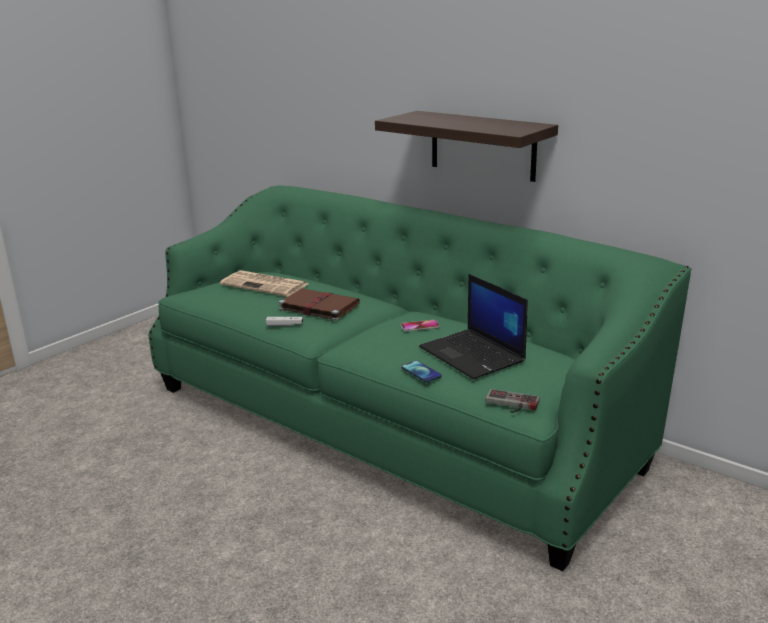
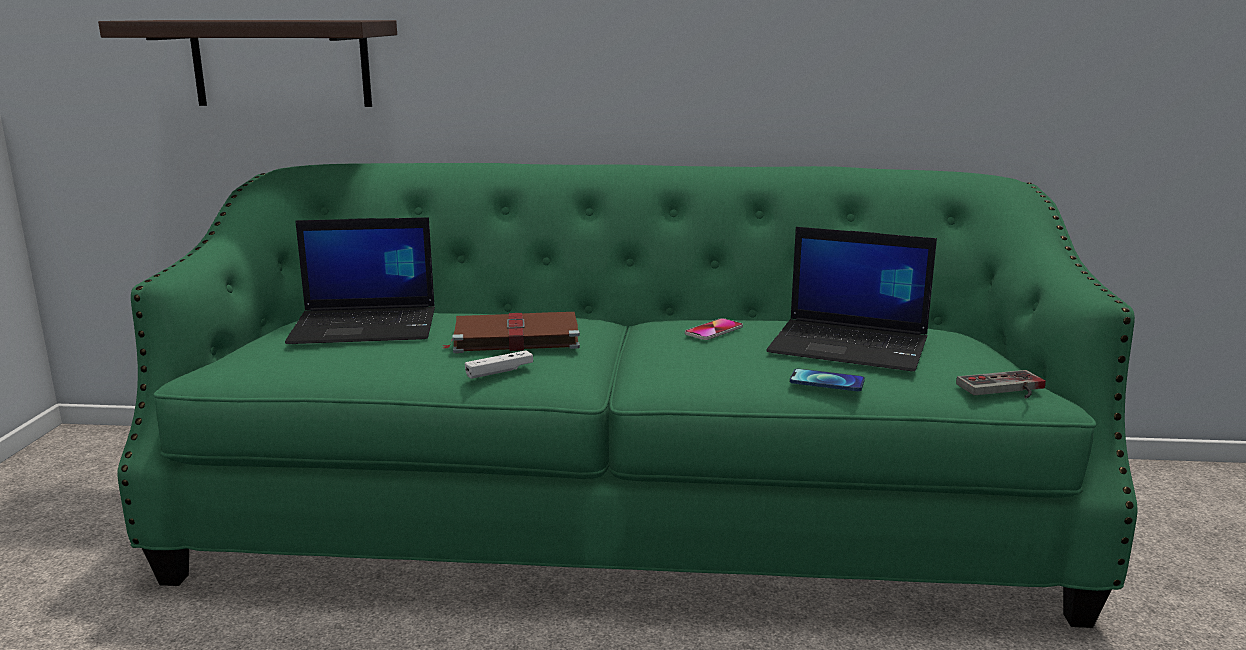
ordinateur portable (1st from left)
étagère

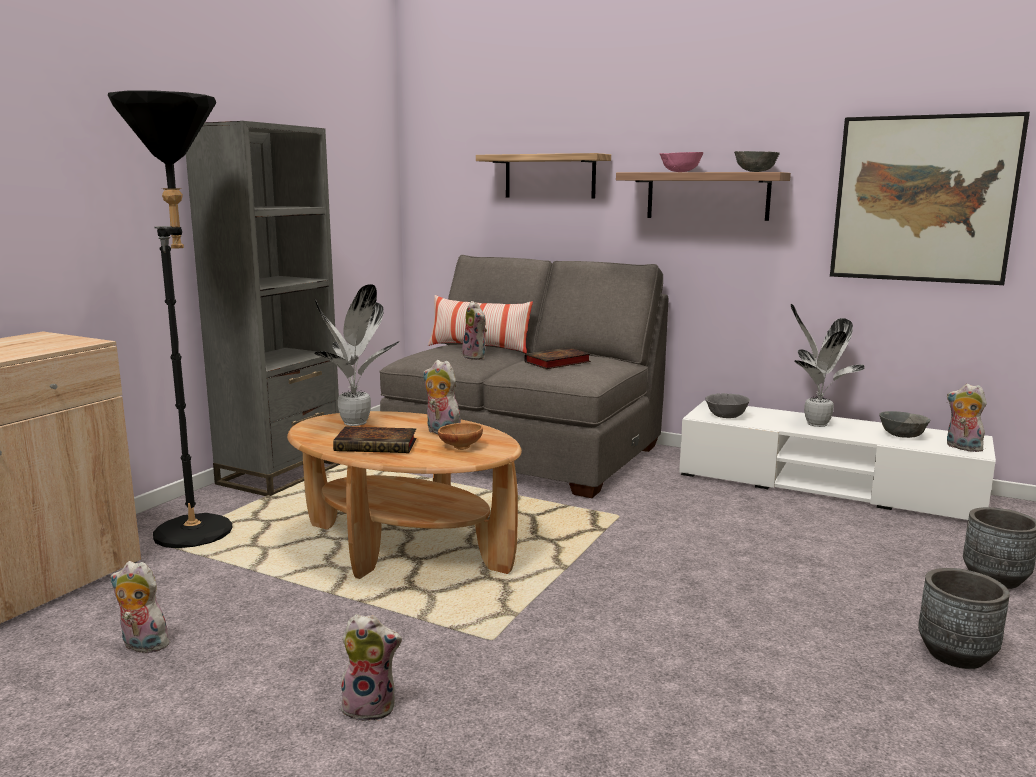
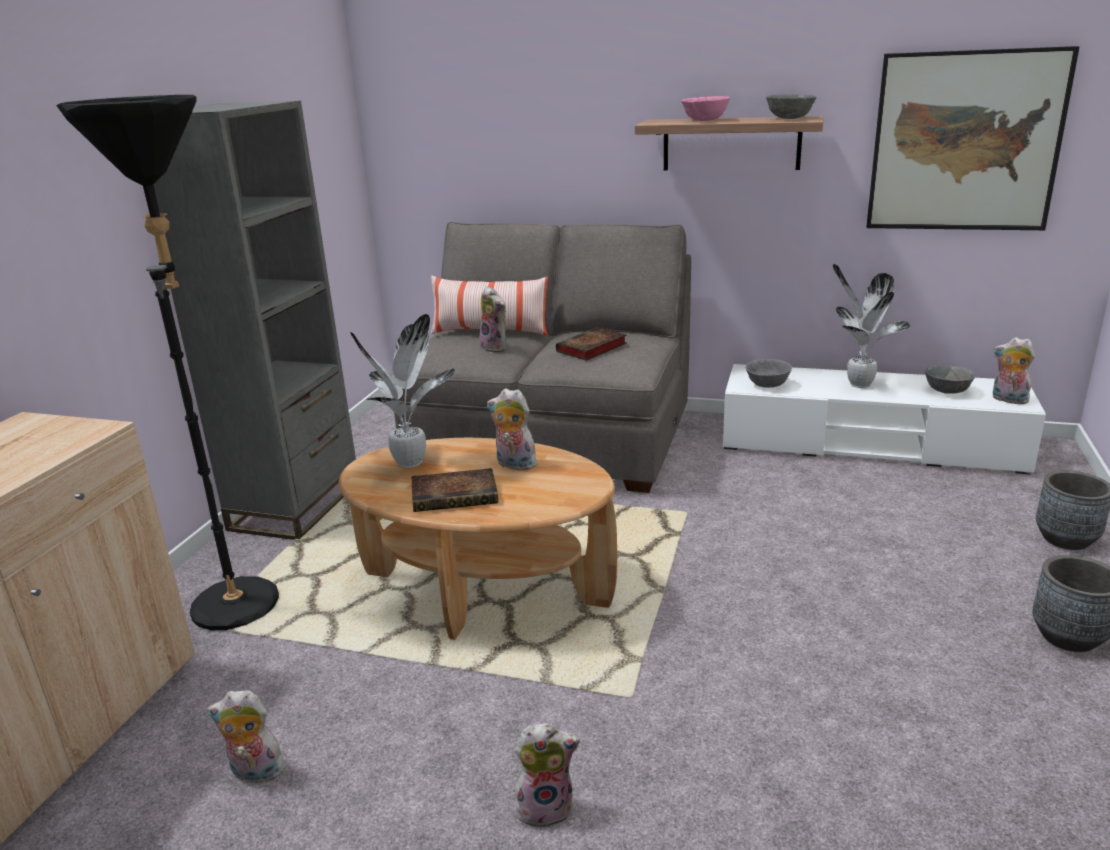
bol (marron)
étagère (1st from left in the first image)

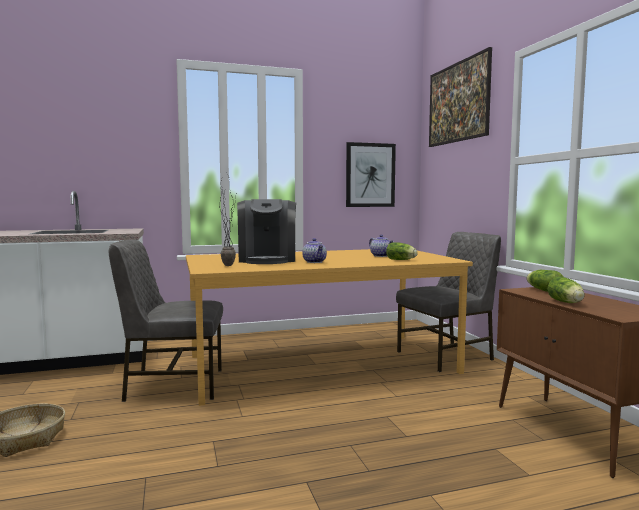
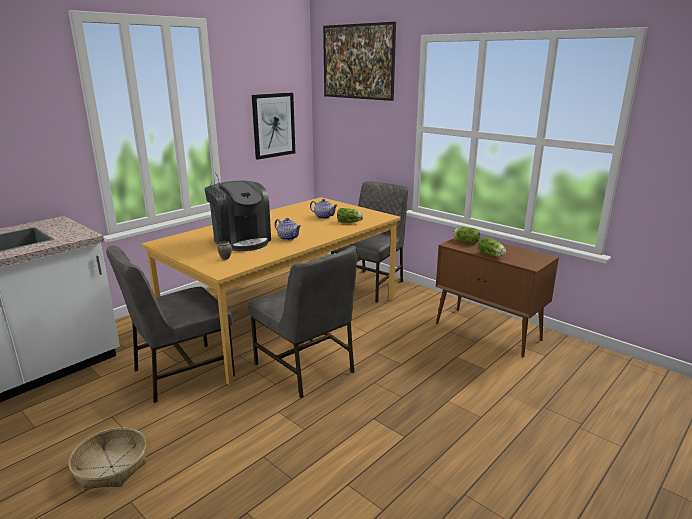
chaise (gris) (2nd from left)

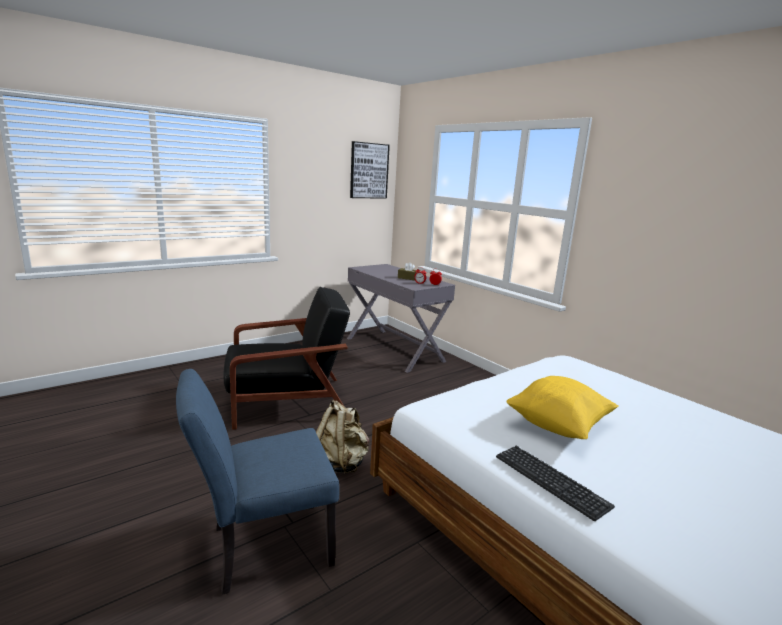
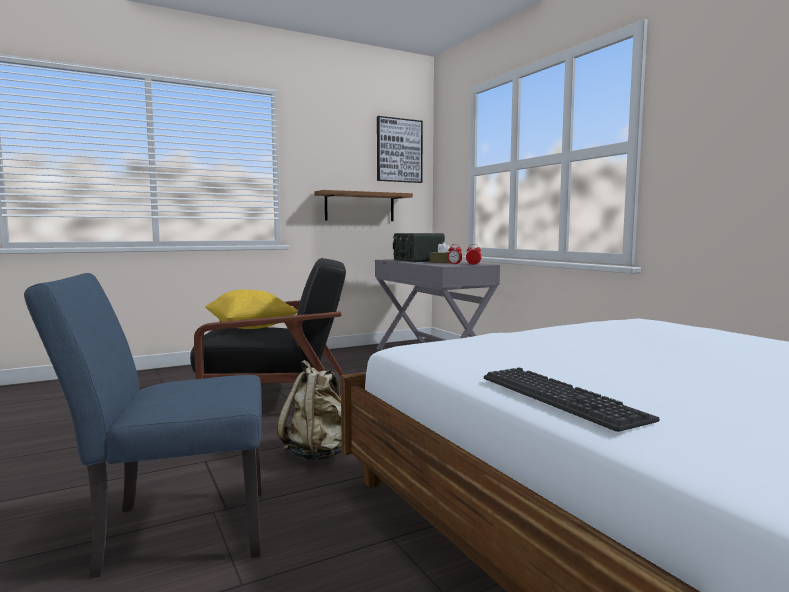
coussin (jaune)
étagère
radio

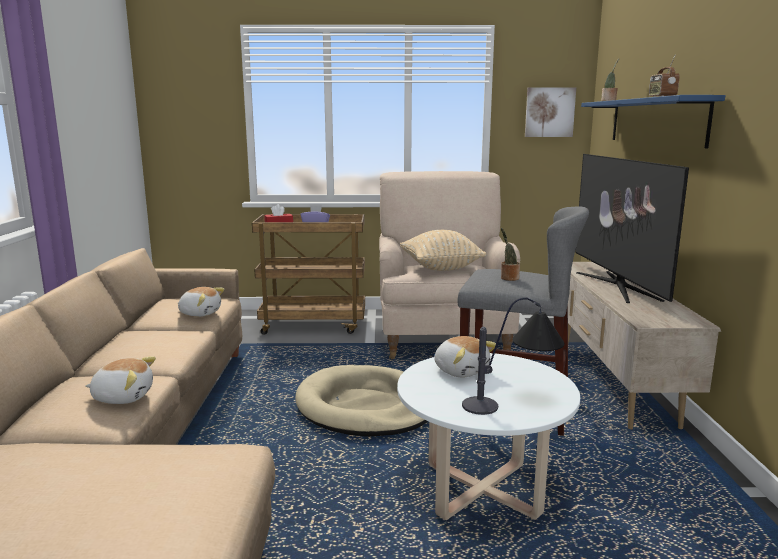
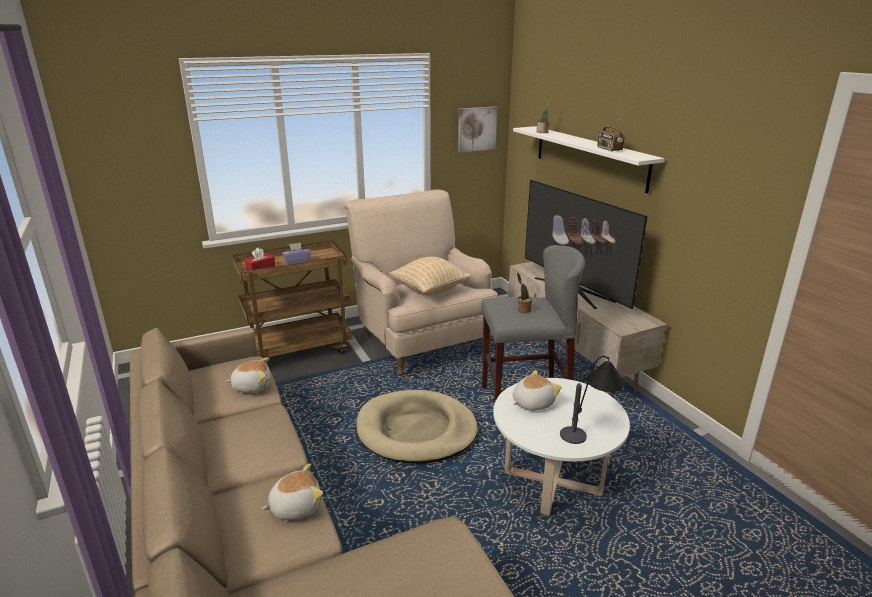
peluche (3rd from left)
étagère (blanc)

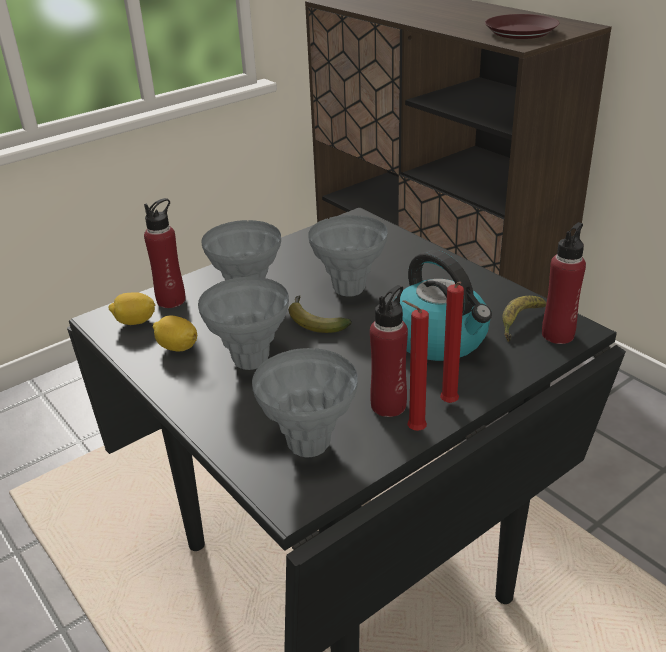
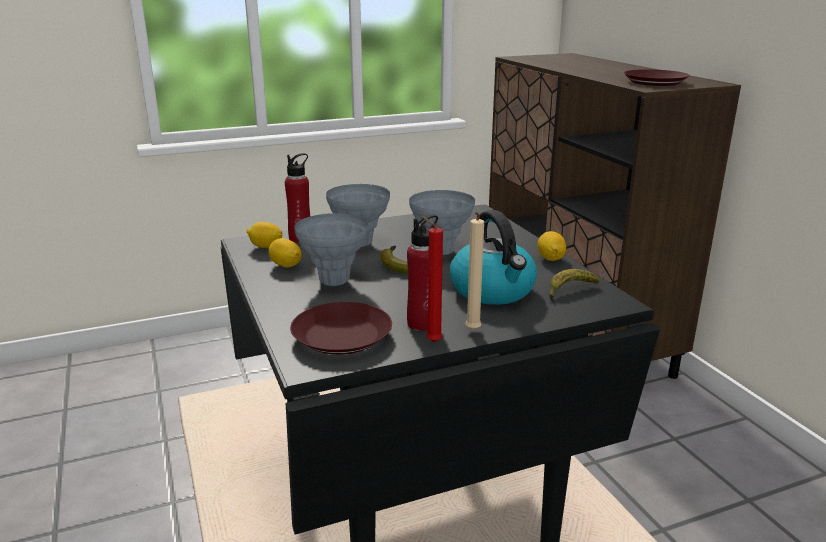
assiette (marron) (1st from left)
bougie (beige)
bouteille (rouge) (3rd from left in the first image)
citron (3rd from left)

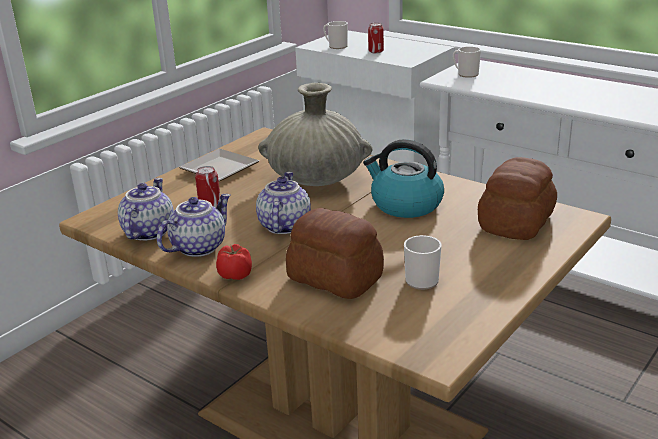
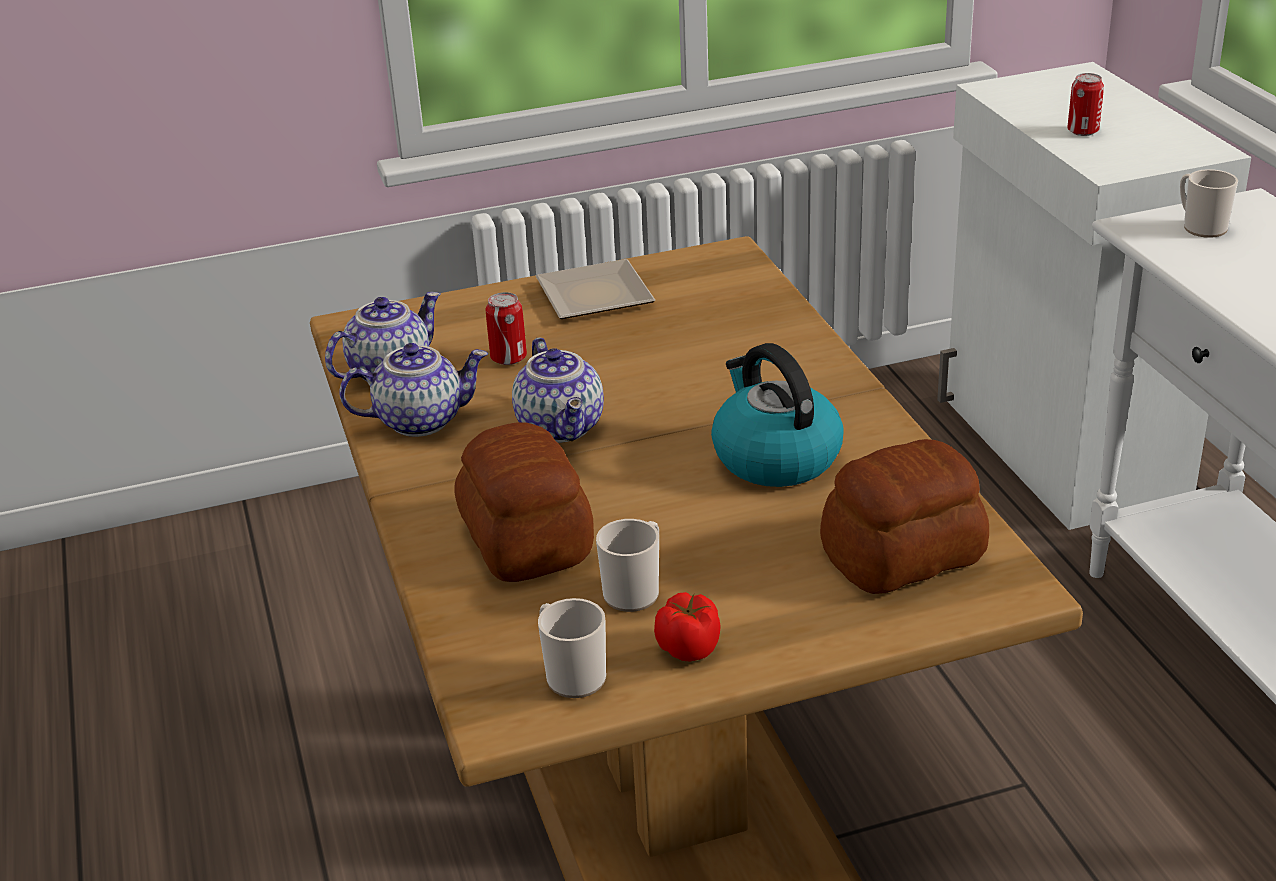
tomate
théière (3rd from left)
vase (beige)
mug (1st from left)

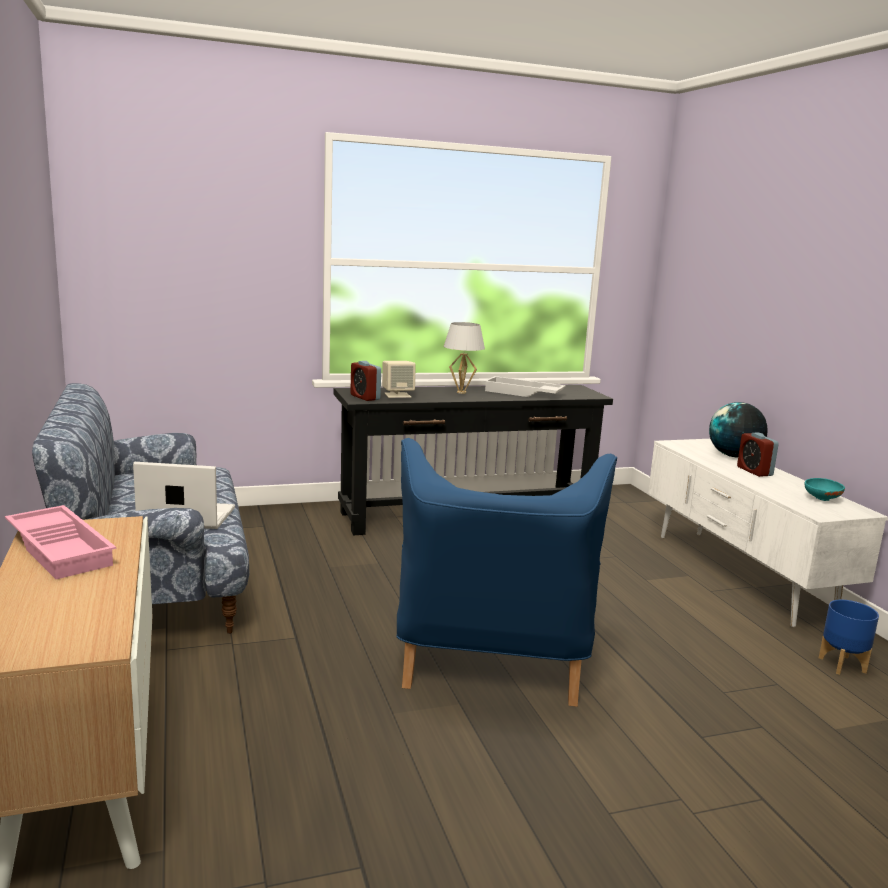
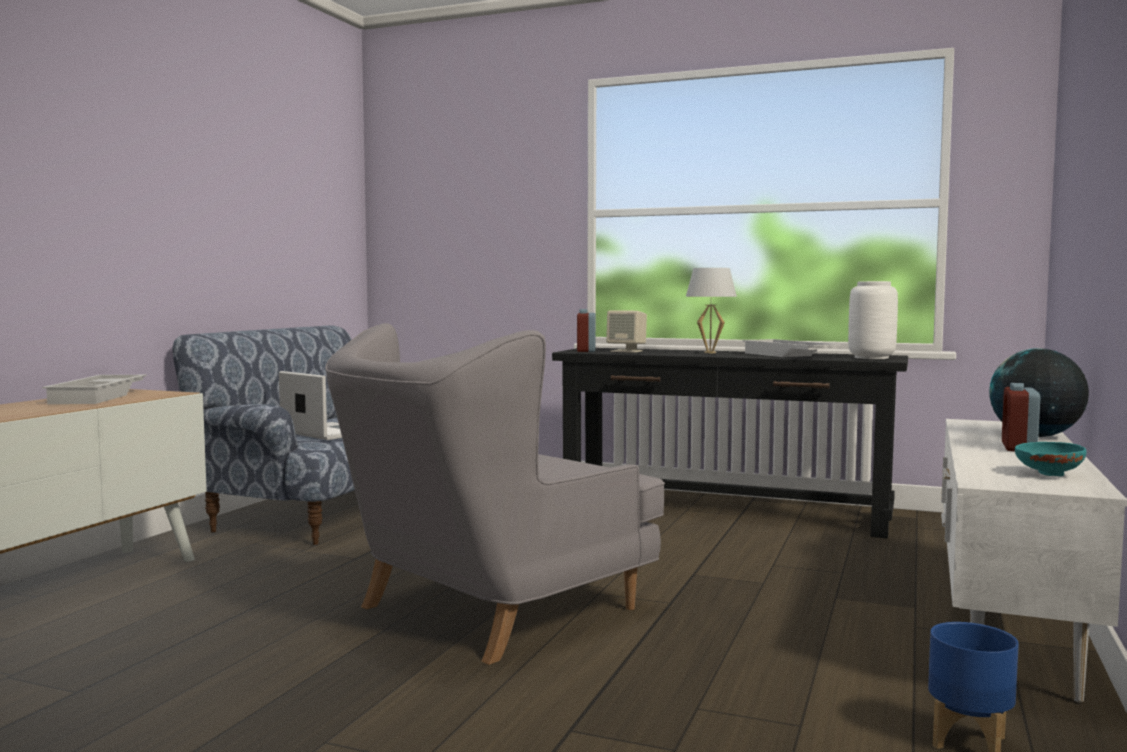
plateau (blanc) (1st from left)
fauteuil (gris)
vase (blanc)

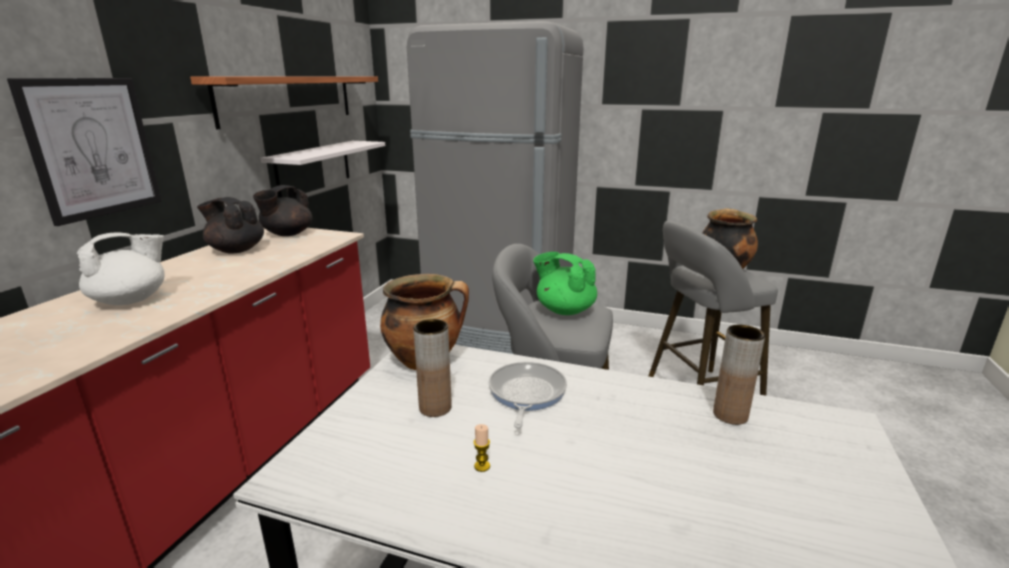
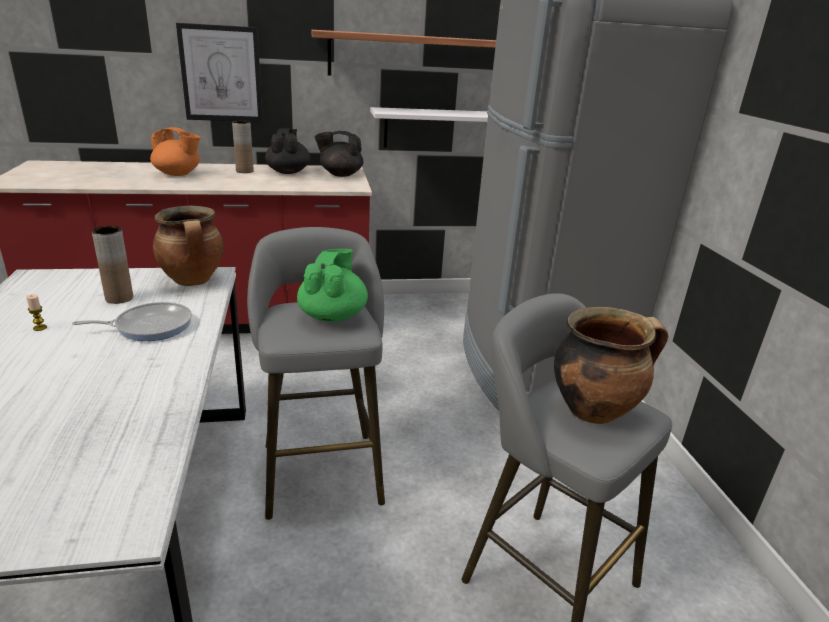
théière (orange)
vase (marron) (2nd from left)

